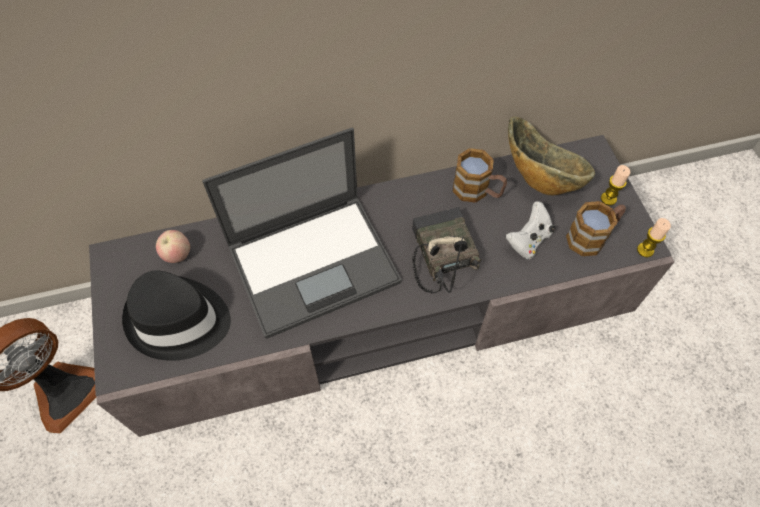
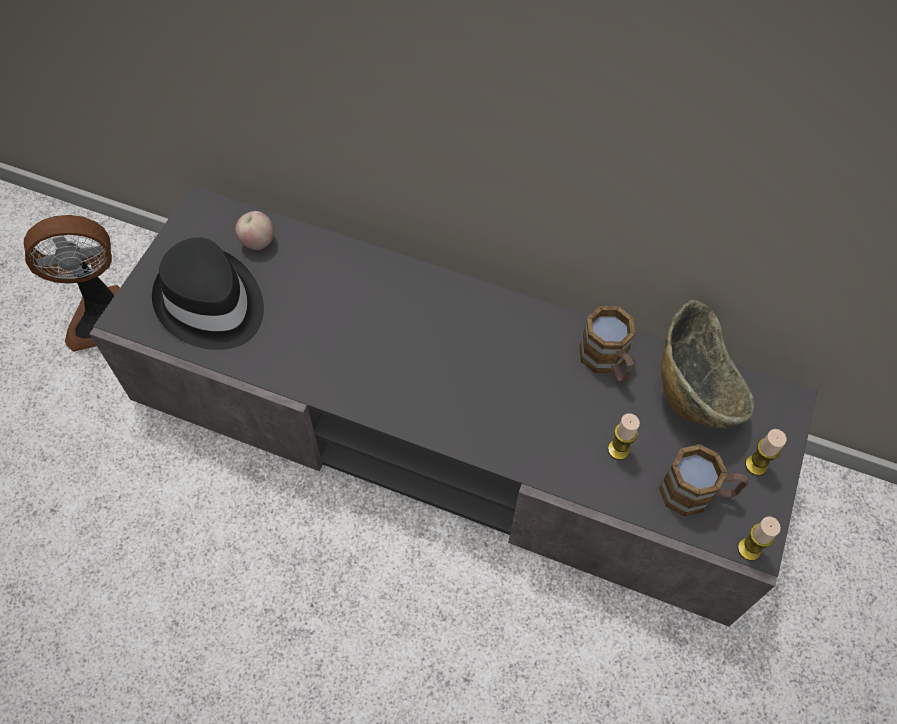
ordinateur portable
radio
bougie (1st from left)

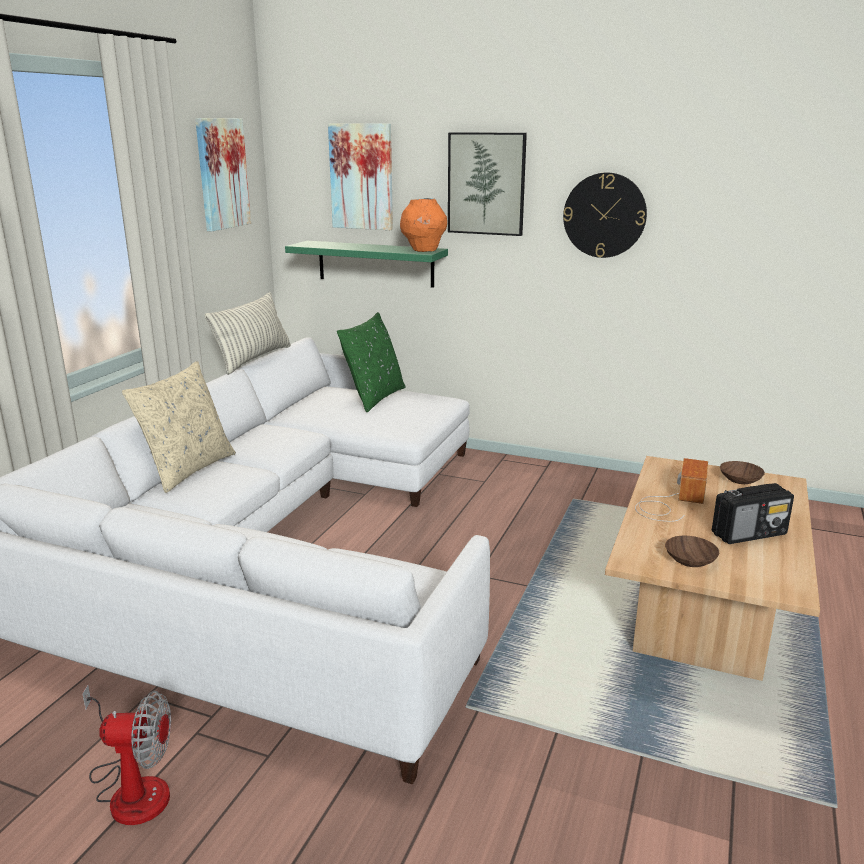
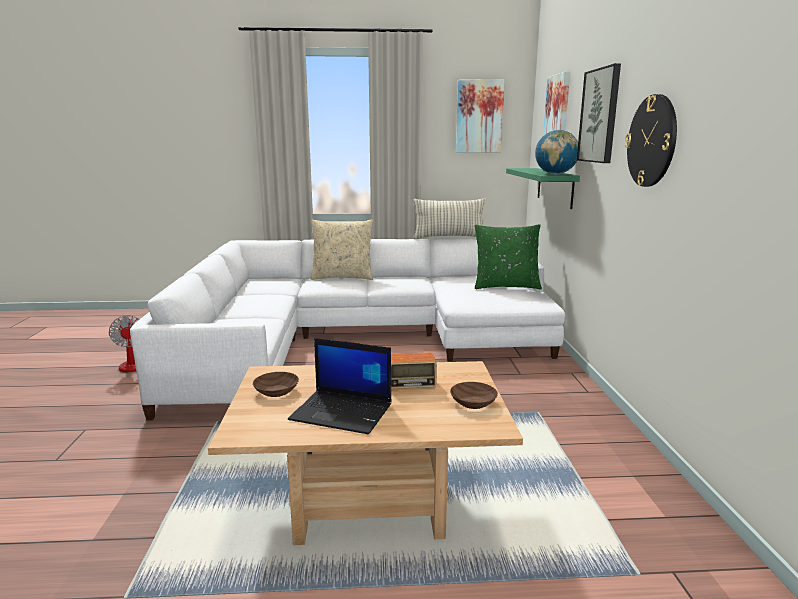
globe
ordinateur portable

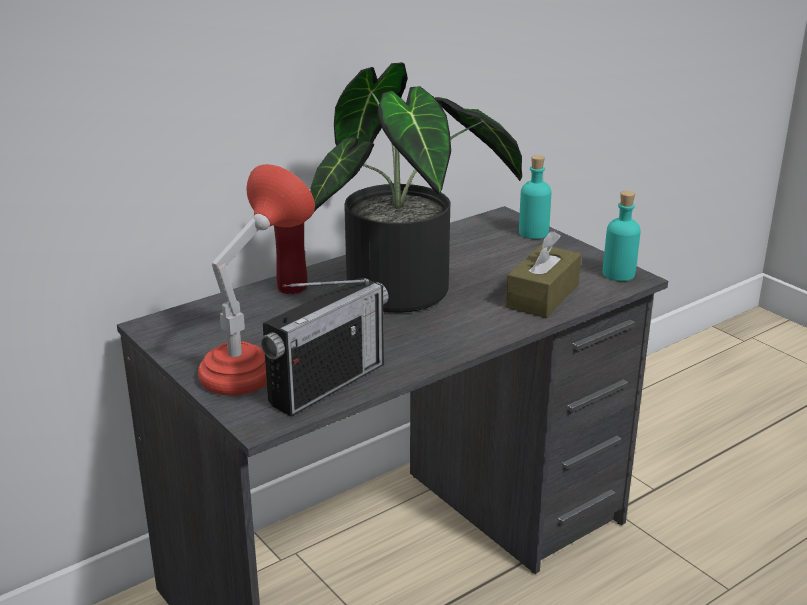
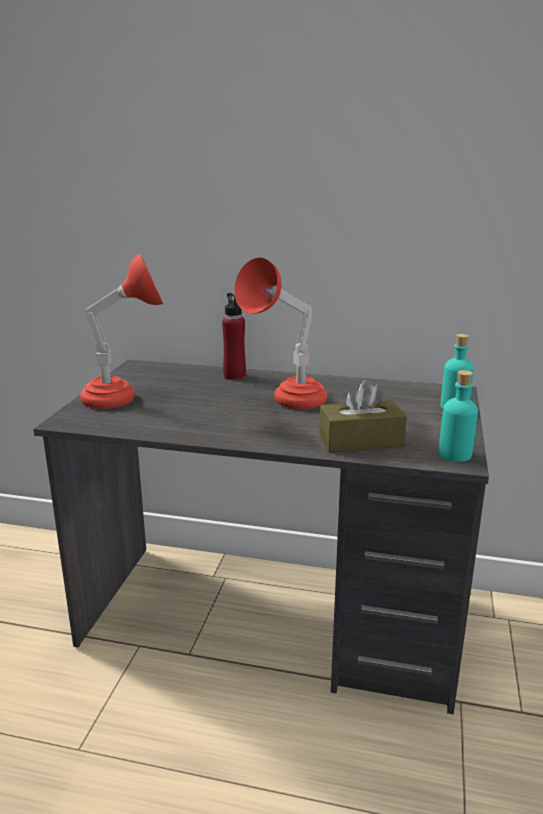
radio
lampe de table (rouge) (2nd from left)

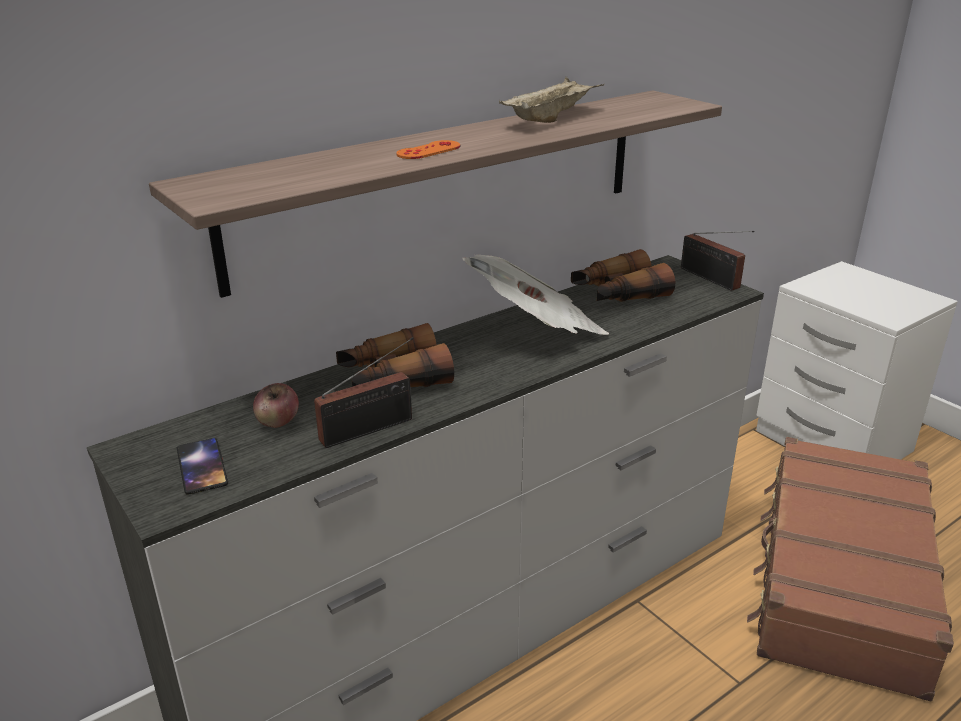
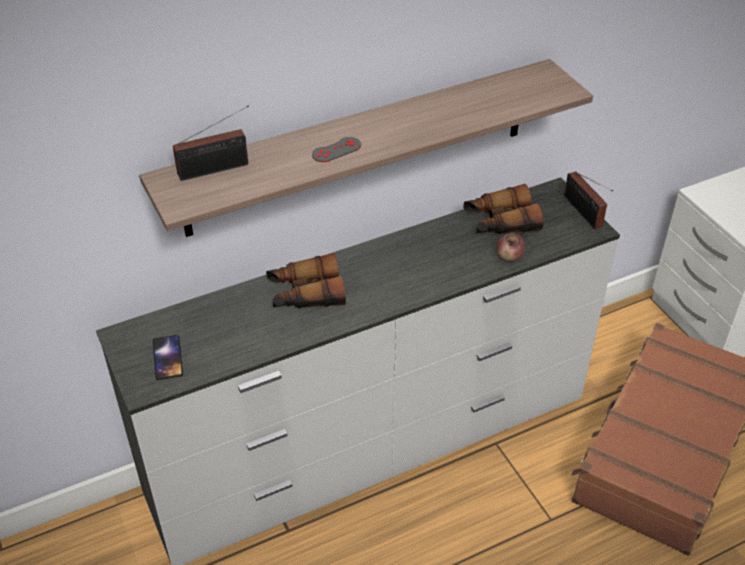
pomme
radio (1st from left)
manette (gris)
journal
plateau (beige)

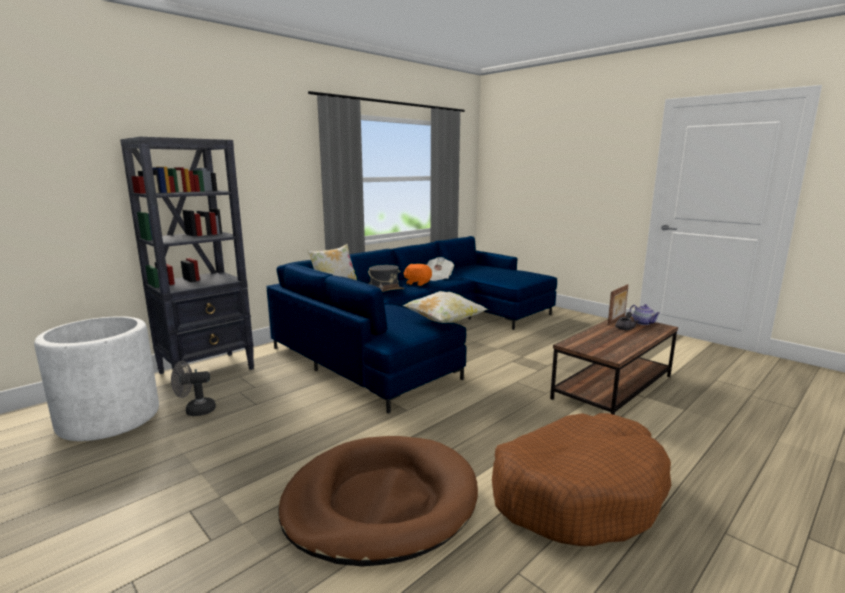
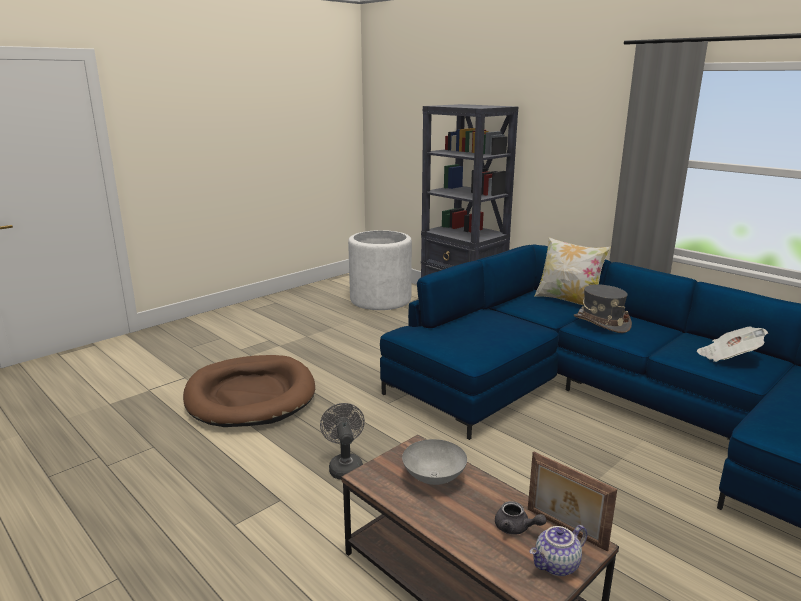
ventilateur (gris)
coussin (2nd from left in the first image)
peluche (orange)
panier pour chien (marron) (2nd from left in the first image)
bol (gris)

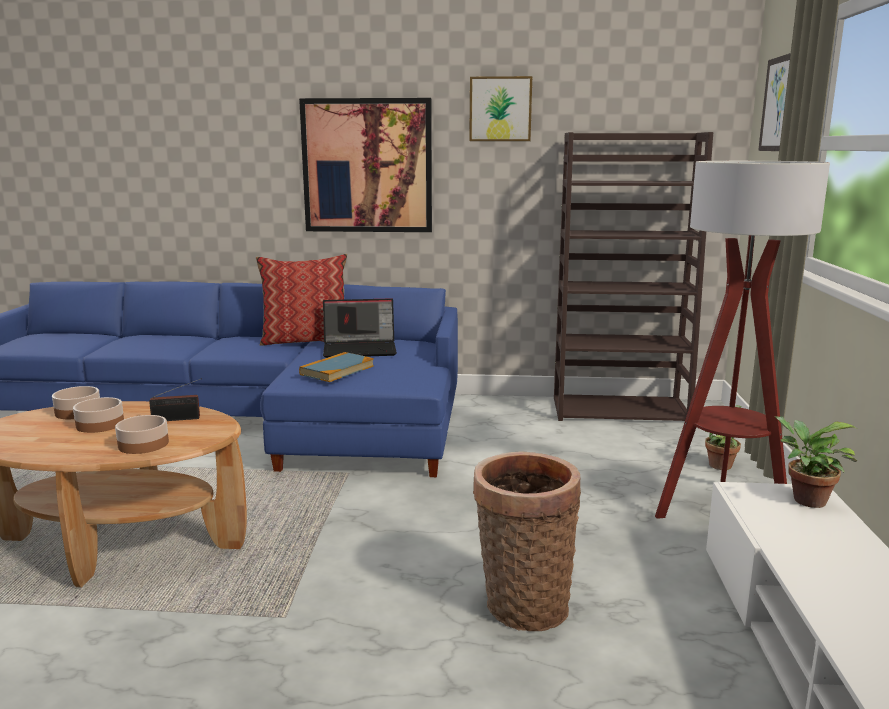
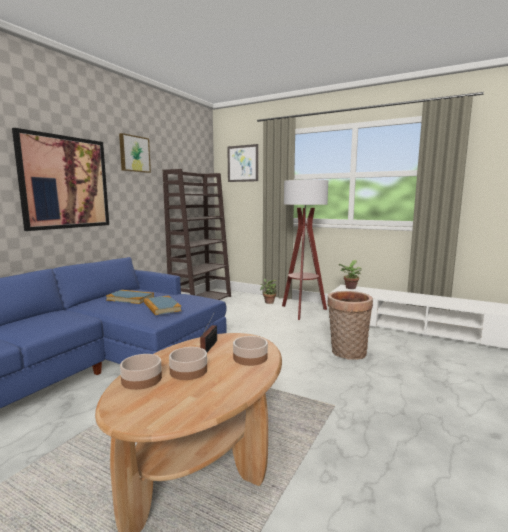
coussin
livre (1st from left)

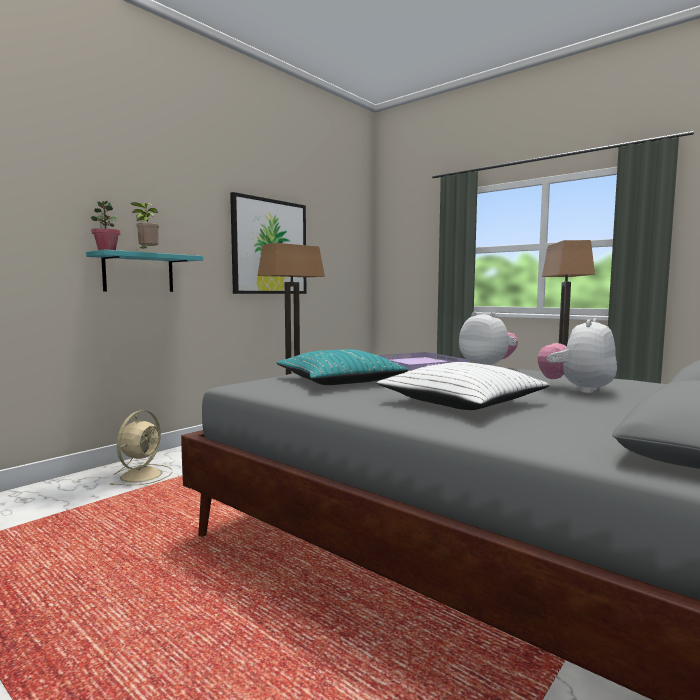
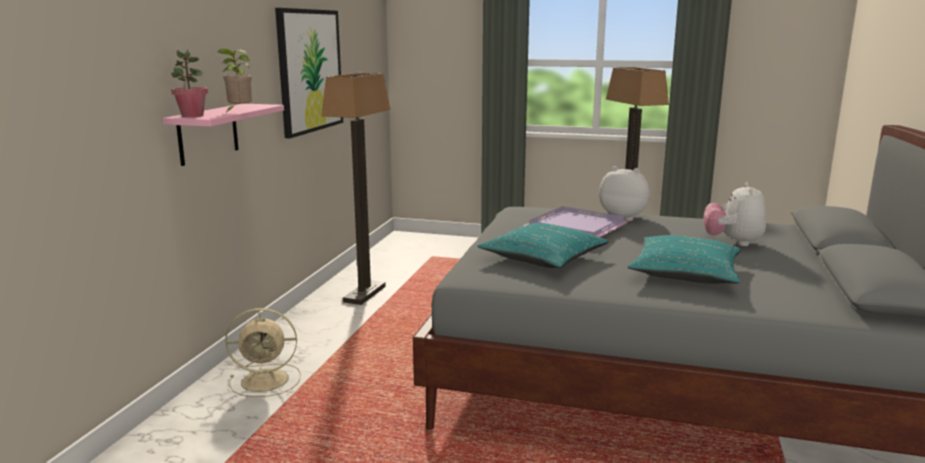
étagère (rose)
ventilateur (beige)
coussin (turquoise) (2nd from left)

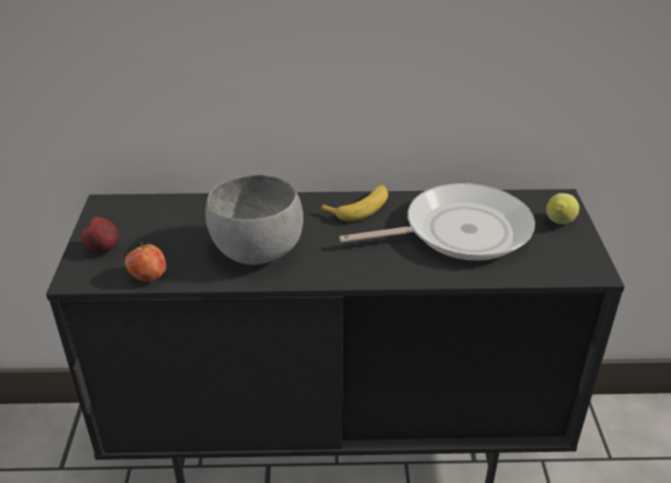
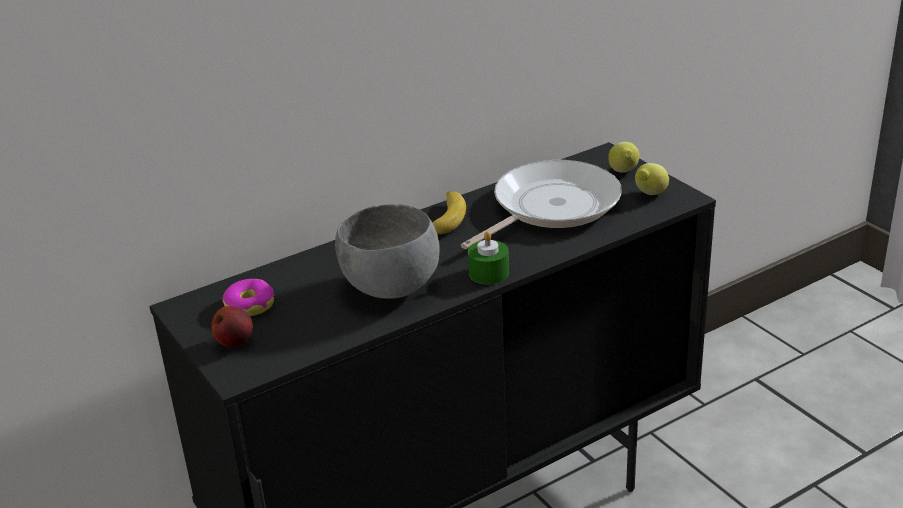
pomme (2nd from left in the first image)
beignet
bougie (vert)
citron (2nd from left)

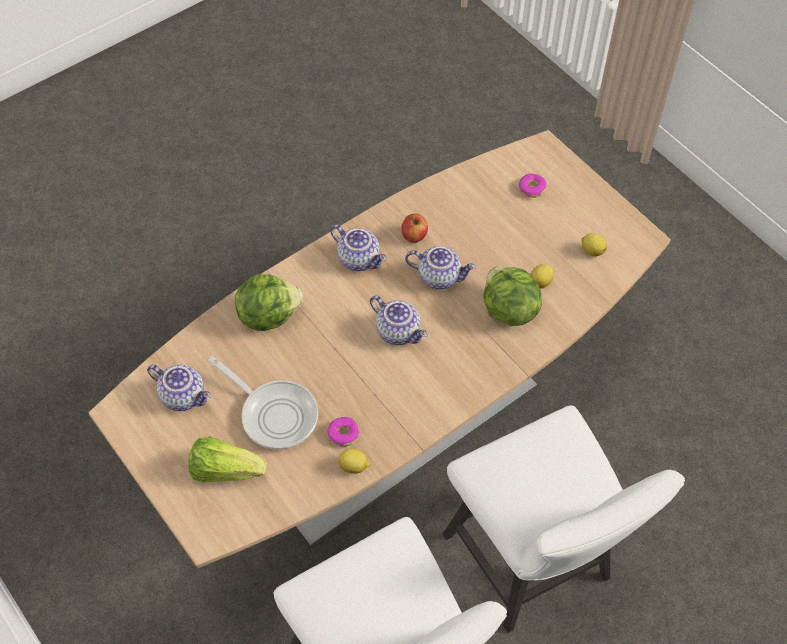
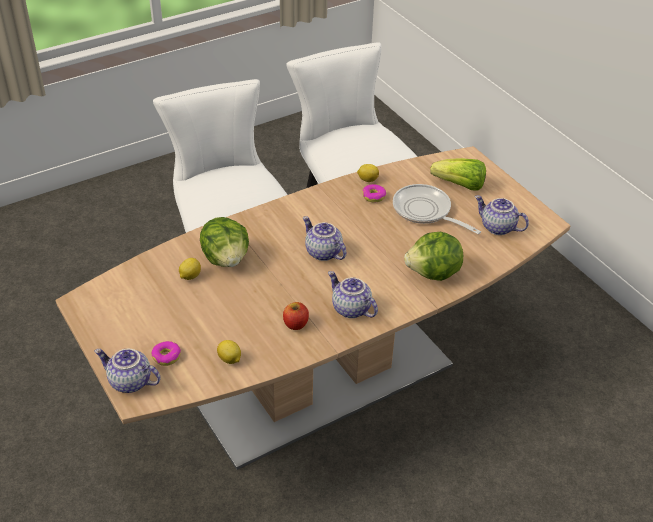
théière (1st from left)
citron (2nd from left)

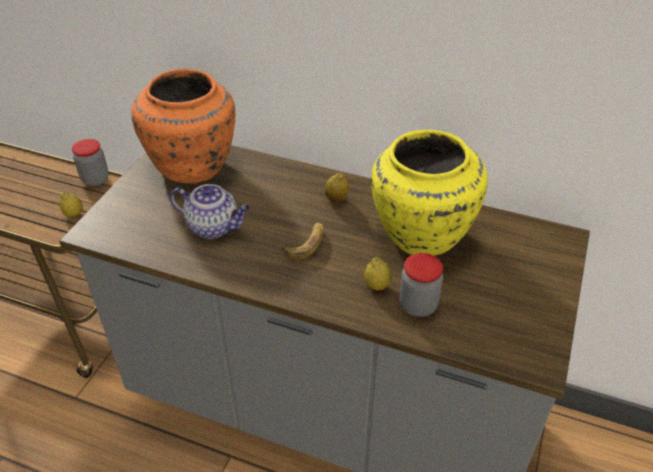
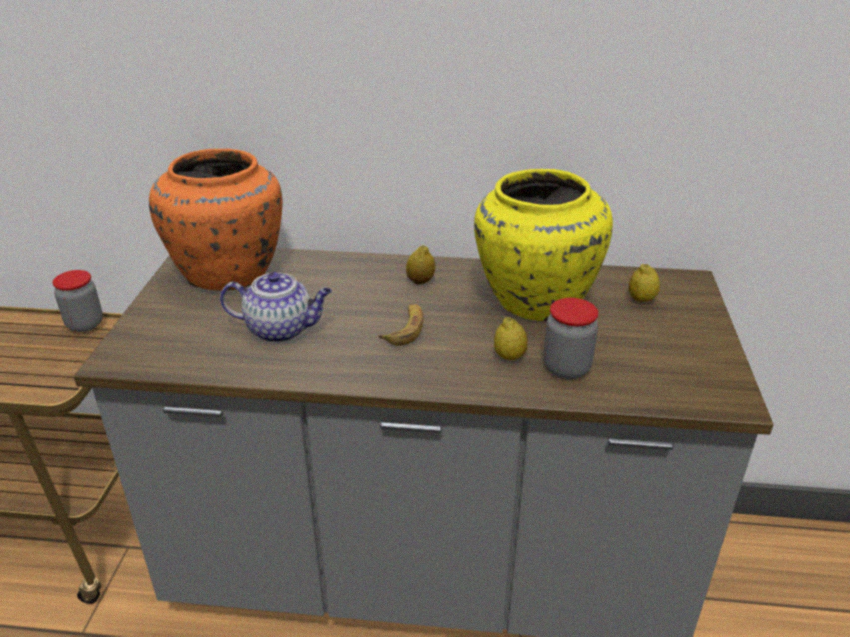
citron (3rd from left)

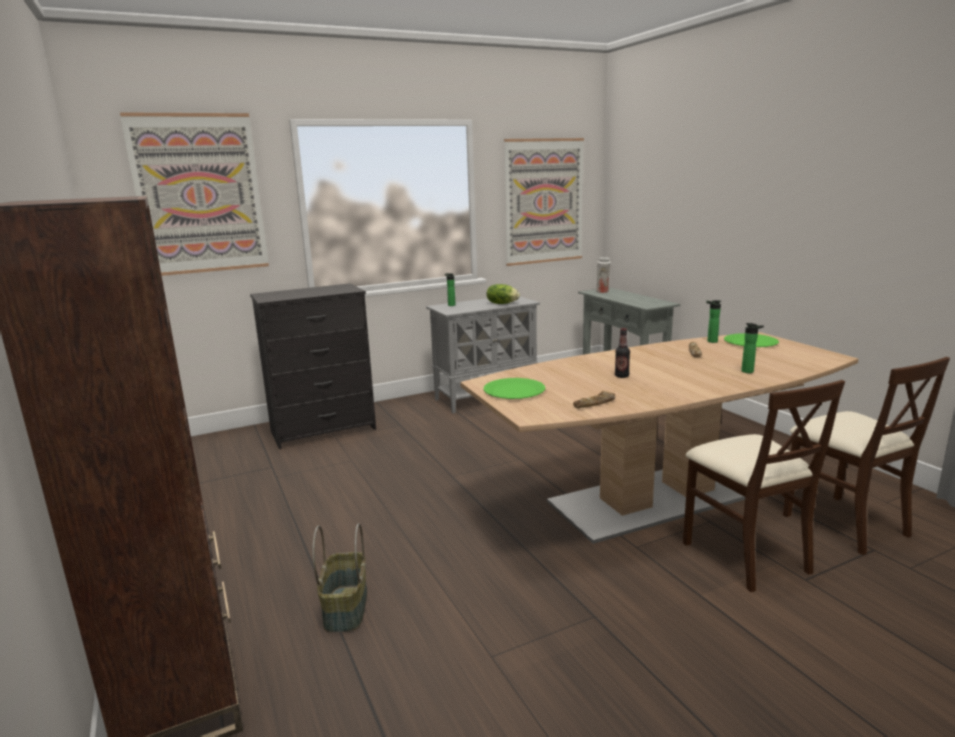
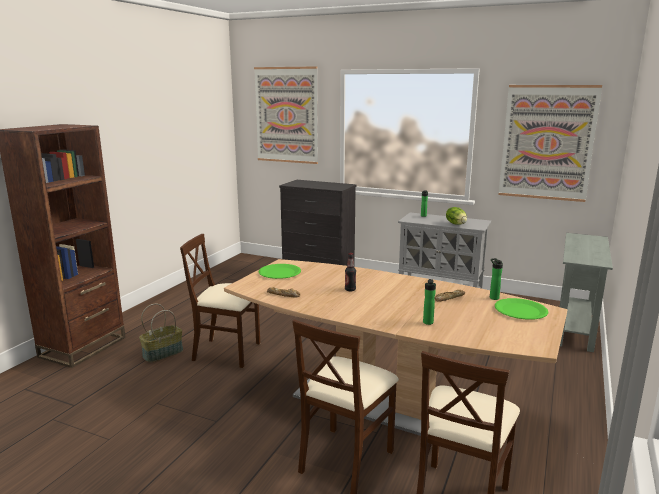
vase (blanc)
chaise (beige) (1st from left)

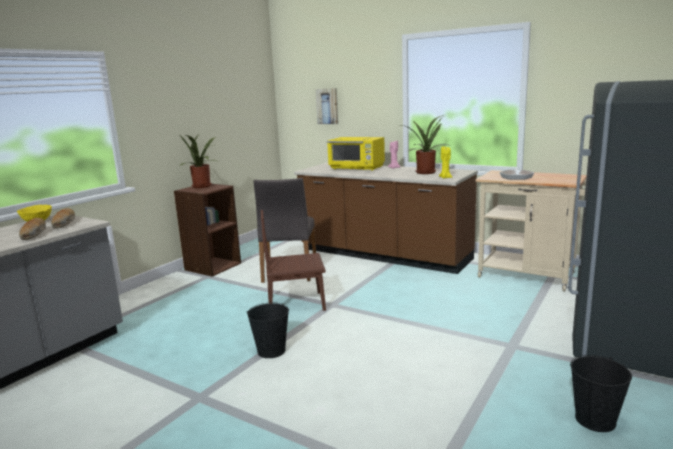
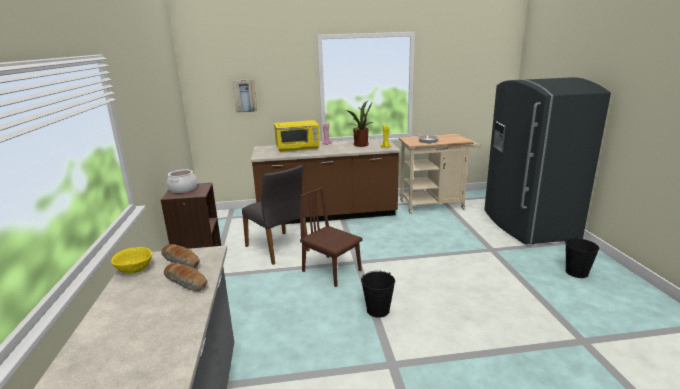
marmite
chaise (marron)

